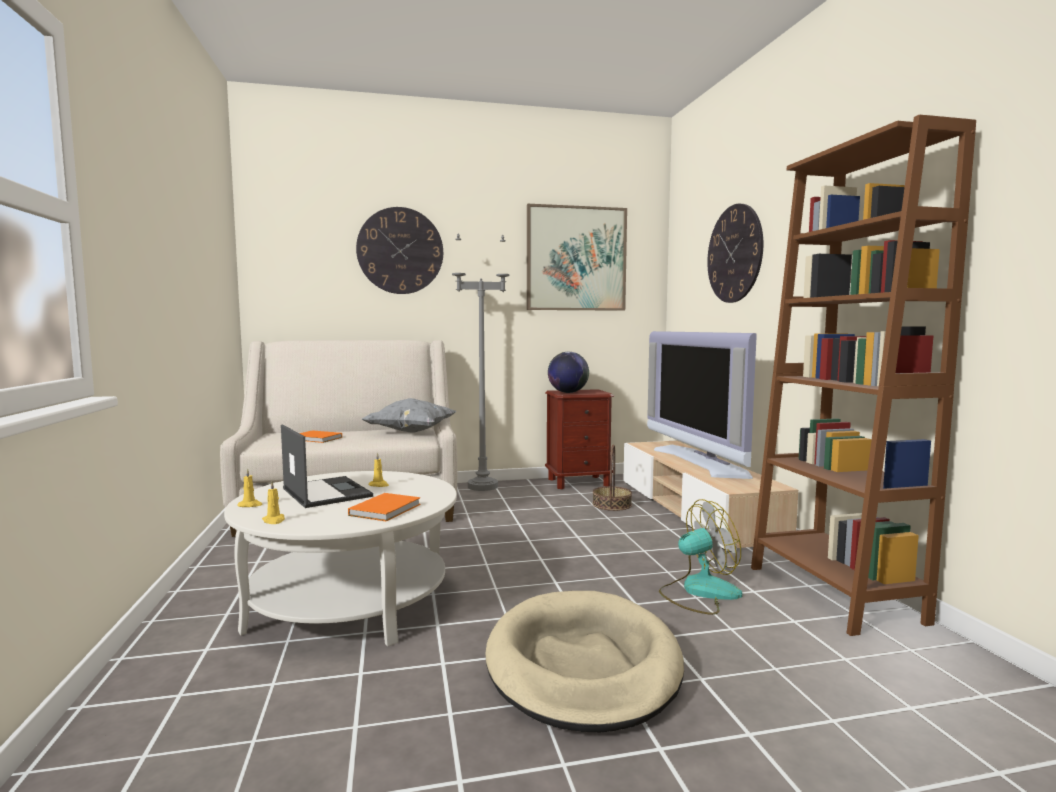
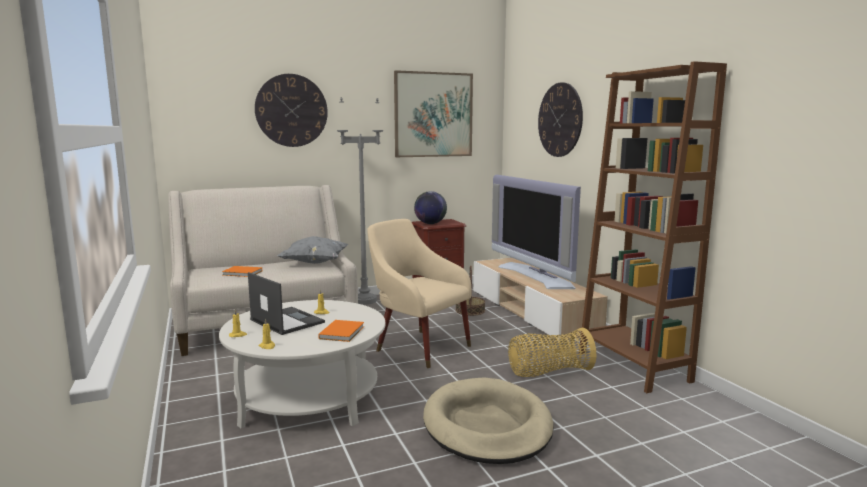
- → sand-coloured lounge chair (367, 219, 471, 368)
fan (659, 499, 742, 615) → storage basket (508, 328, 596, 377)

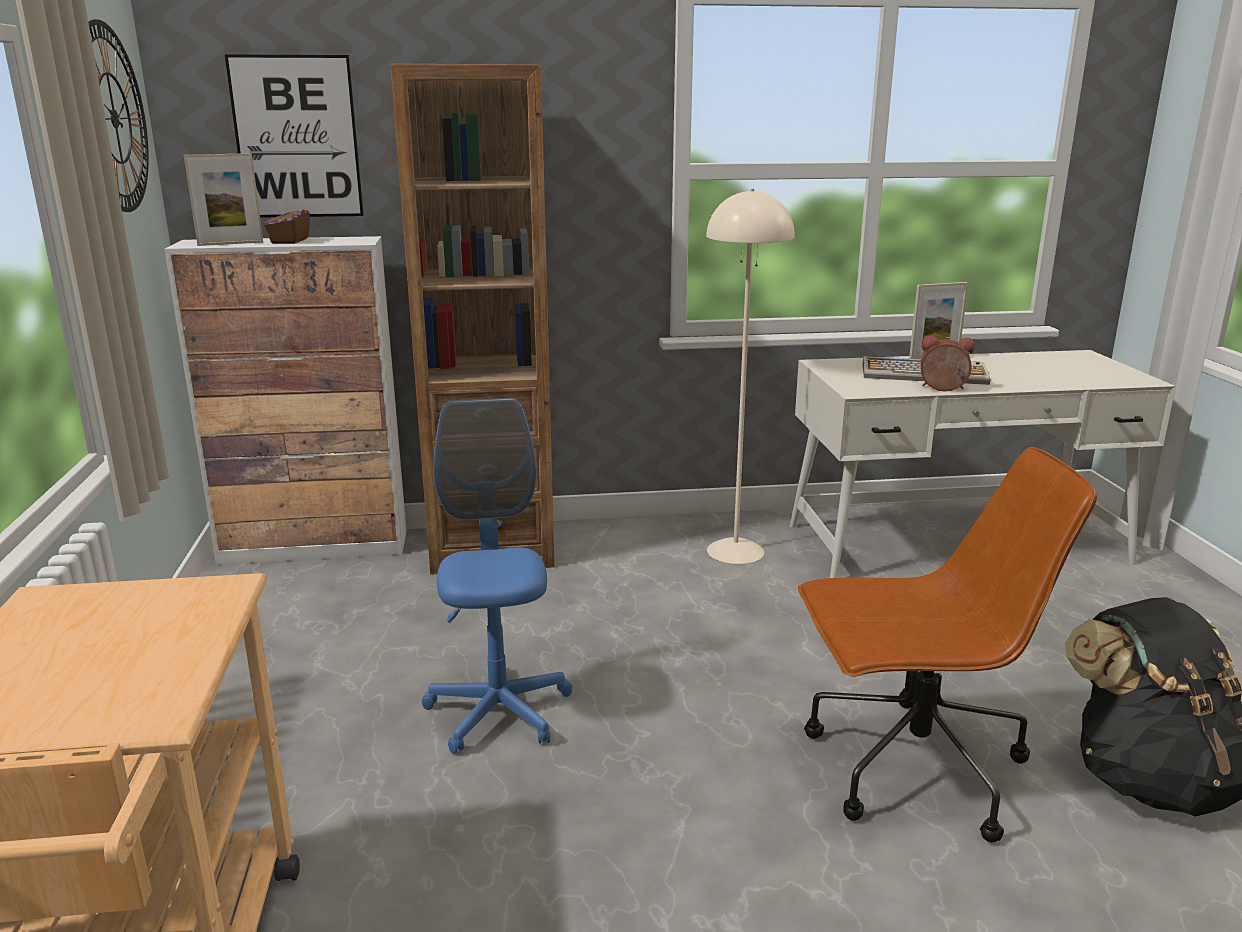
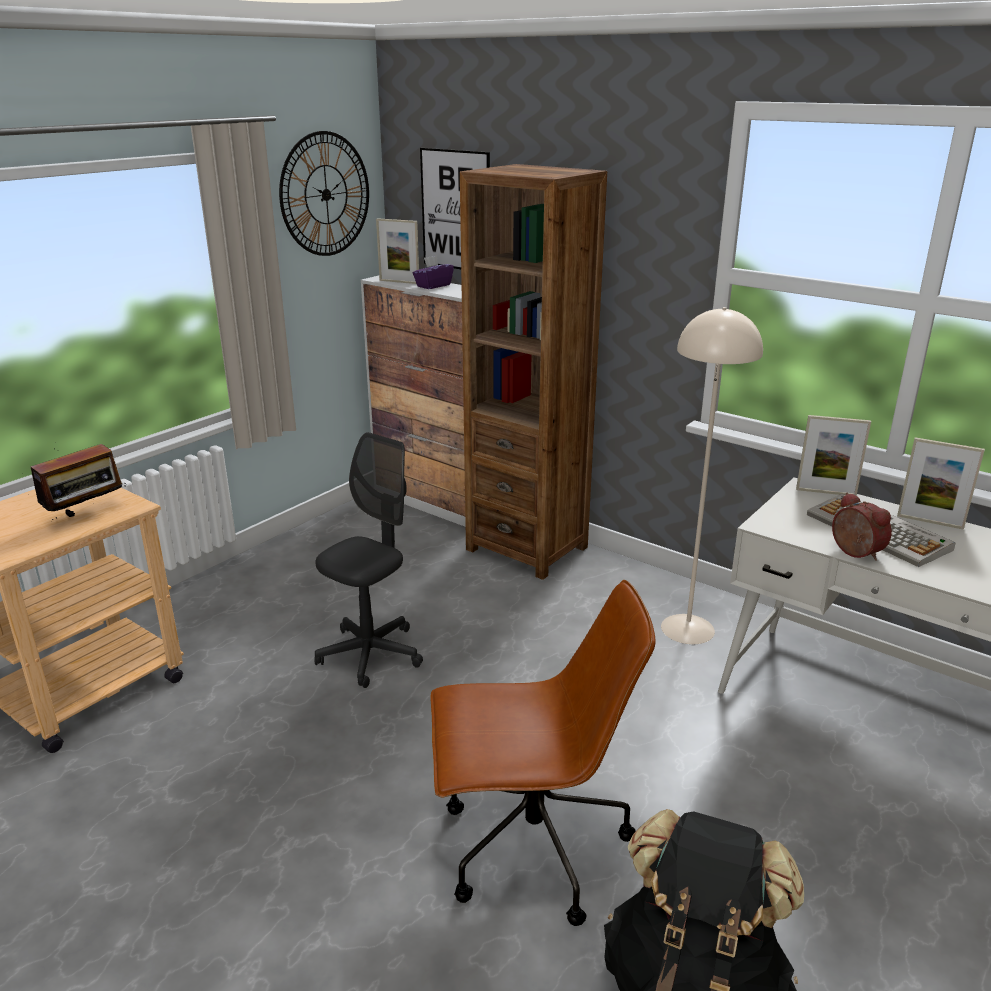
- → radio (22, 442, 126, 520)
- → standing frame (796, 415, 871, 496)
brownish tissue box (264, 200, 310, 244) → purple-coloured tissue box (413, 255, 454, 289)
bluish computer chair (422, 398, 572, 754) → gray computer chair (314, 432, 423, 688)
brownish computer chair (798, 447, 1097, 843) → brownish computer chair (430, 580, 655, 926), 45 degrees counterclockwise

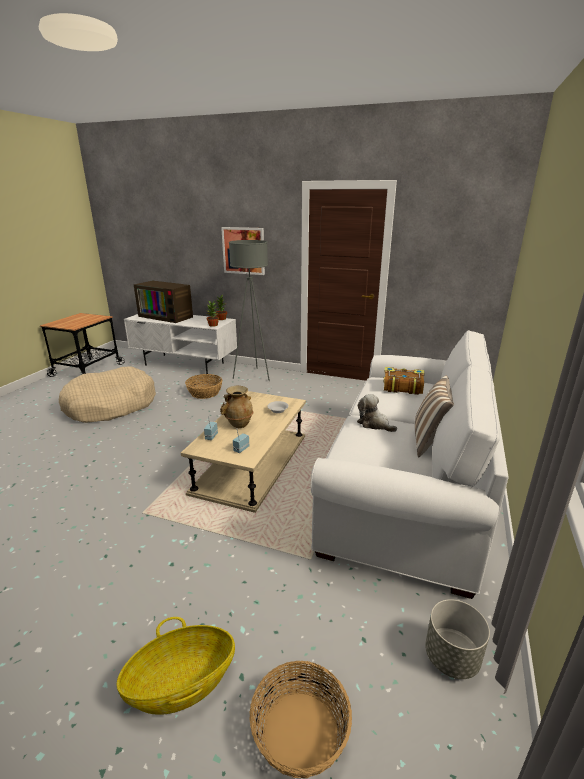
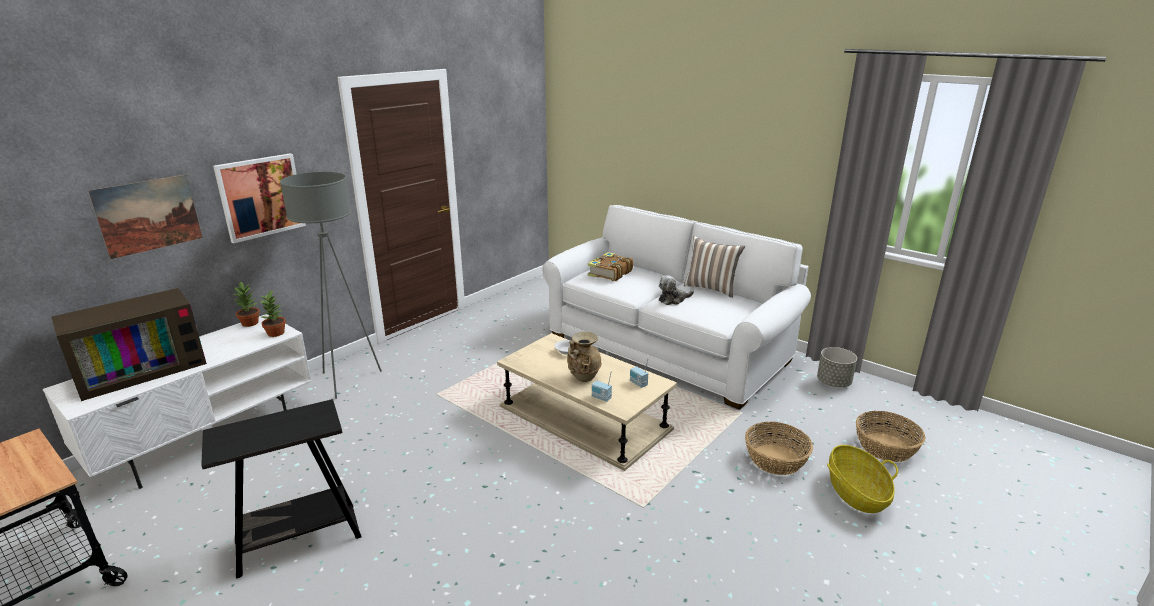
- → picture (88, 174, 202, 259)
storage basket (185, 374, 222, 399) → storage basket (745, 422, 813, 475), moved
sand-coloured dog bed (59, 366, 156, 423) → blackish accent table (201, 399, 362, 579)

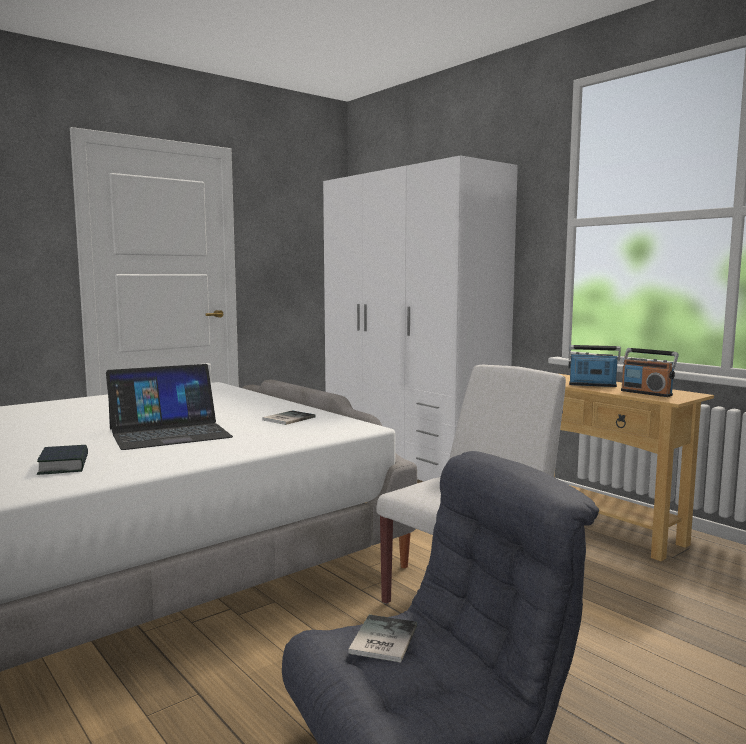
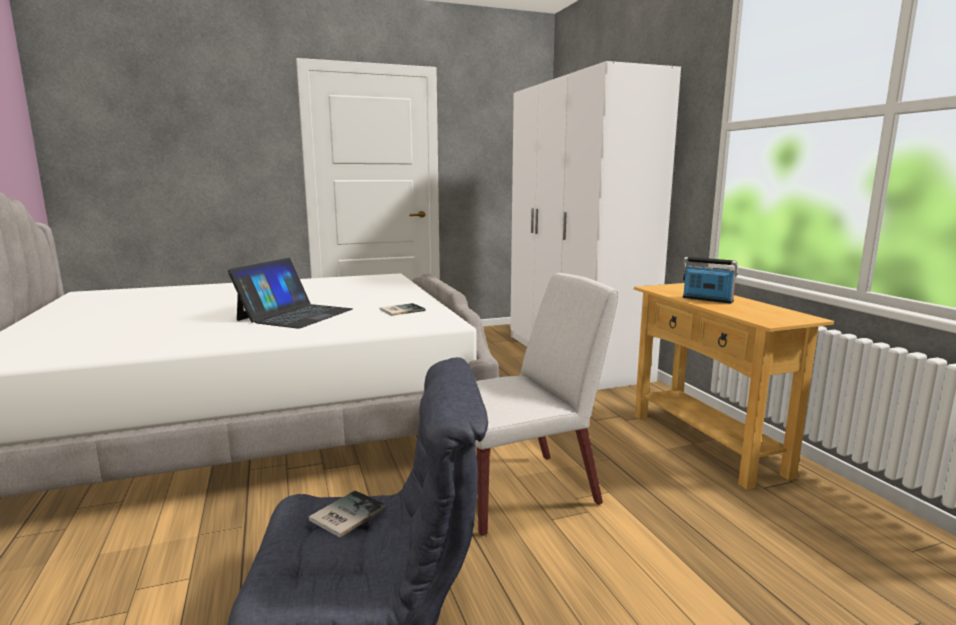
bound book (37, 445, 88, 475) → -
radio (621, 348, 679, 397) → -
laptop (106, 364, 233, 450) → laptop (228, 258, 353, 329), 60 degrees counterclockwise

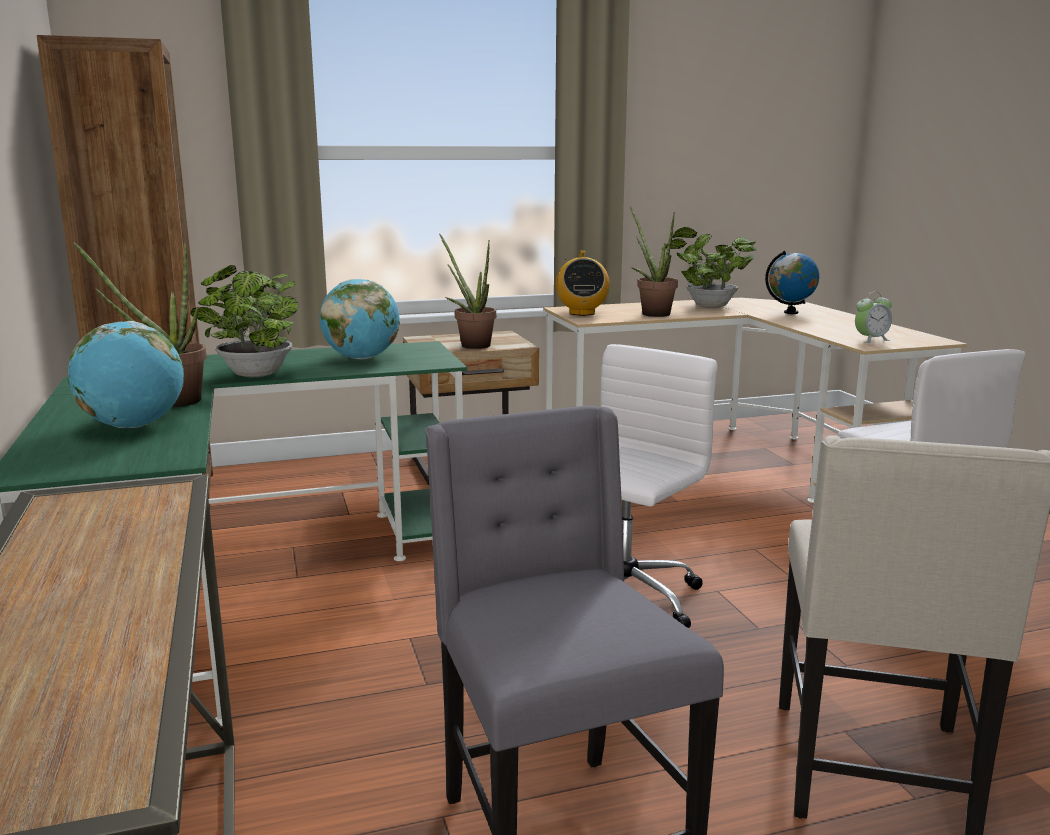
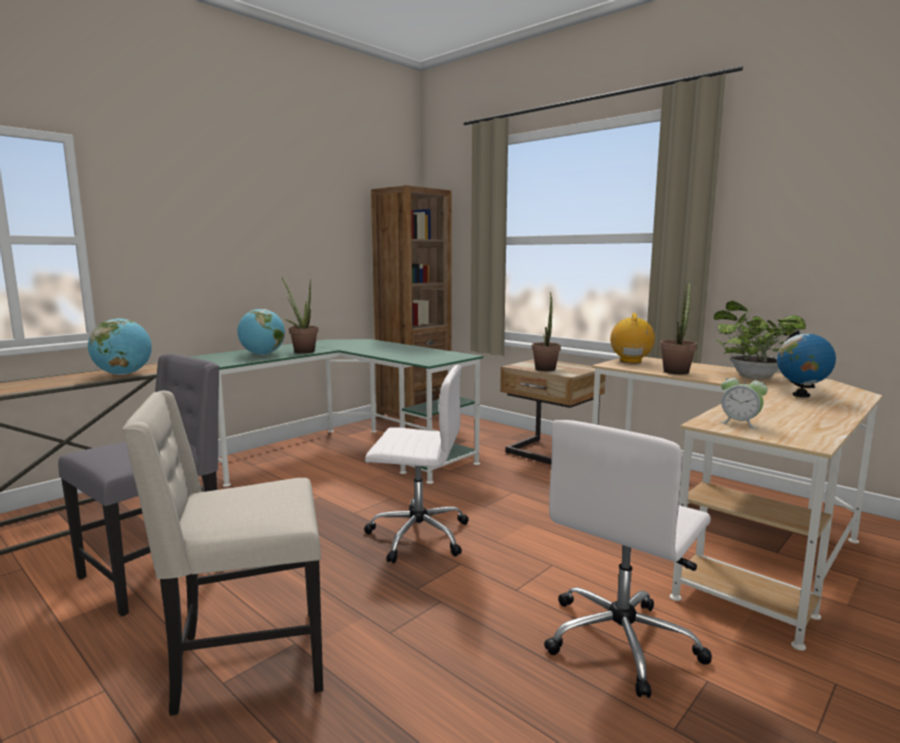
houseplant (190, 265, 298, 378) → -
world globe (319, 279, 400, 359) → world globe (88, 318, 152, 375), moved
radio (556, 251, 610, 316) → radio (610, 313, 655, 363), 135 degrees clockwise

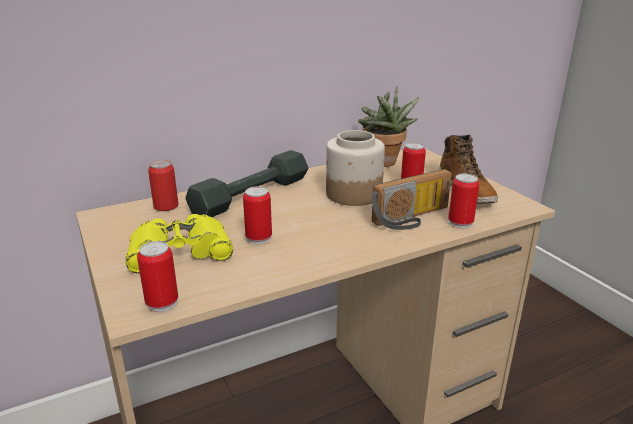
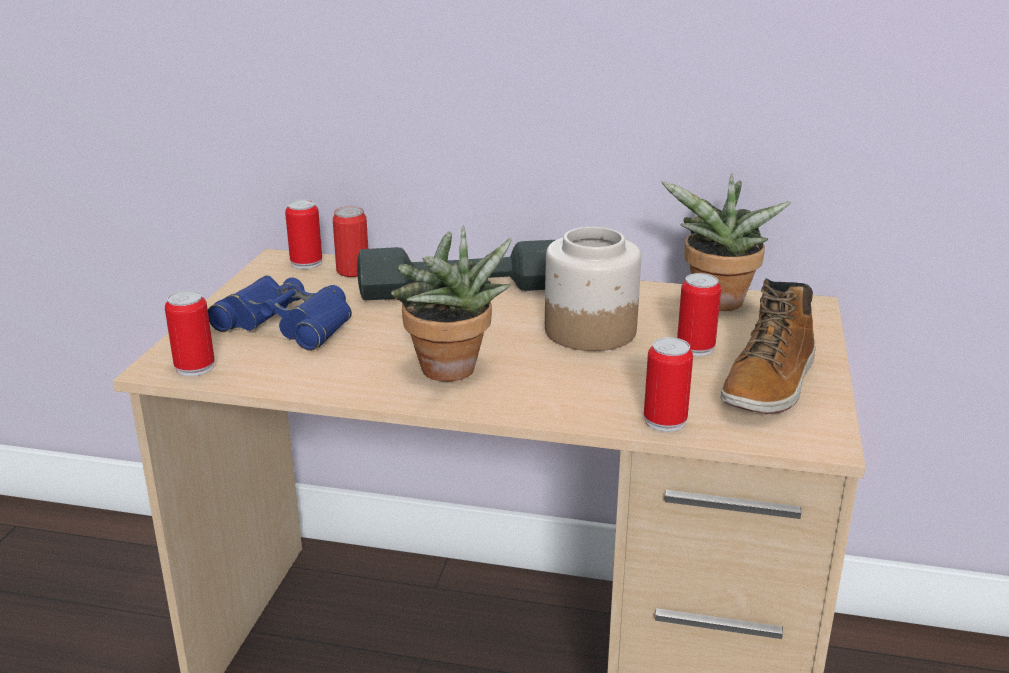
radio (372, 169, 452, 230) → -
- → houseplant (391, 225, 512, 382)
can (243, 186, 272, 244) → can (285, 199, 322, 269), moved
yellow-coloured field glasses (126, 214, 233, 273) → bluish field glasses (208, 275, 352, 351)

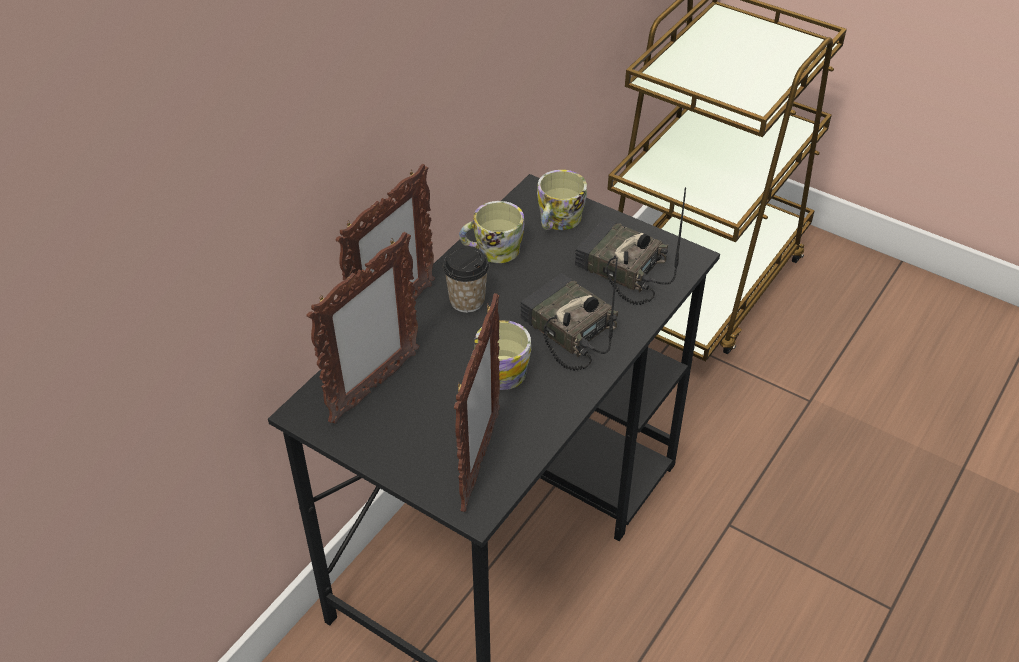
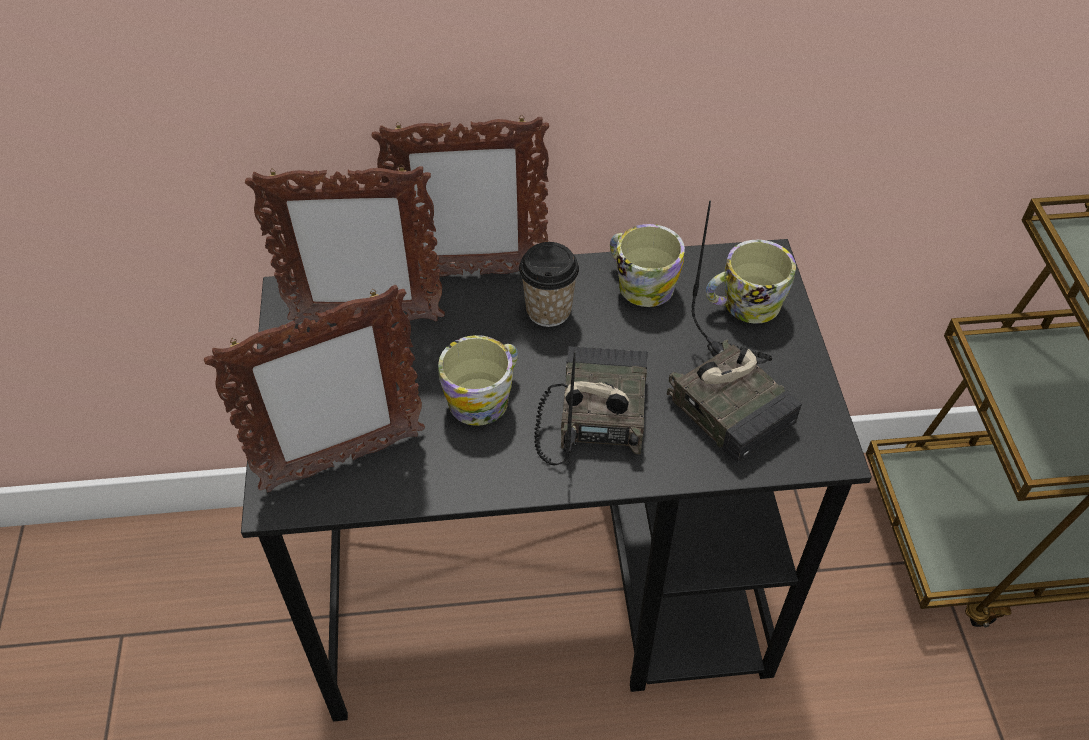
radio (575, 187, 686, 305) → radio (667, 201, 802, 463), 150 degrees clockwise

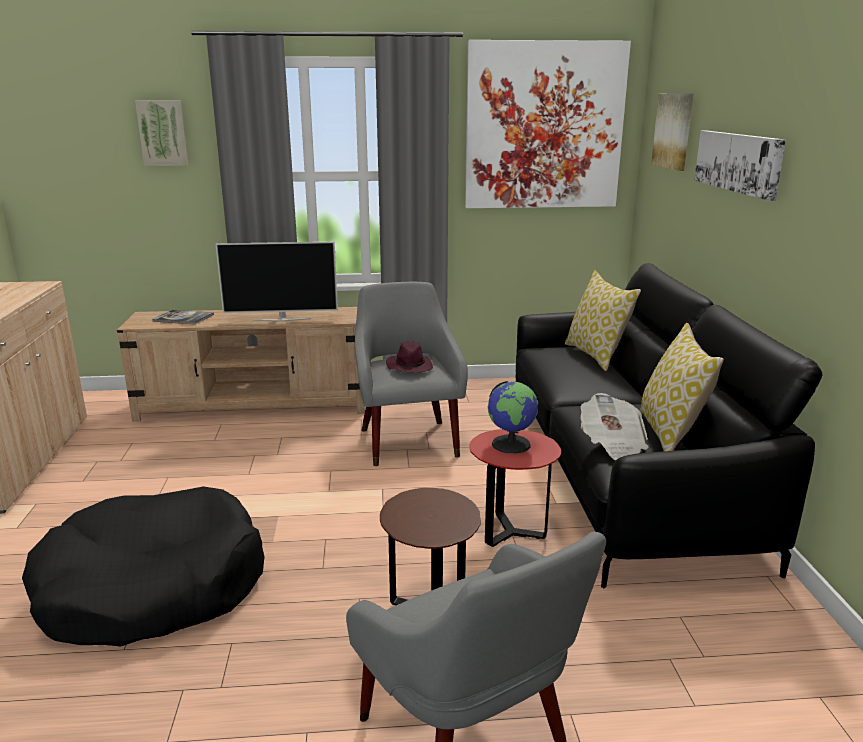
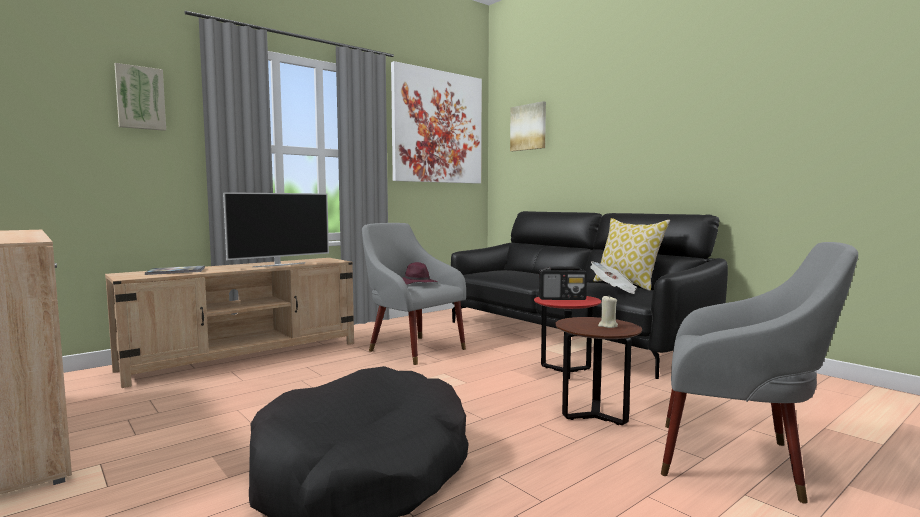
pillow (565, 270, 641, 371) → -
picture (694, 131, 786, 201) → -
- → sand-coloured wax candle (598, 295, 618, 328)
world globe (488, 381, 538, 454) → radio (539, 266, 587, 300)

